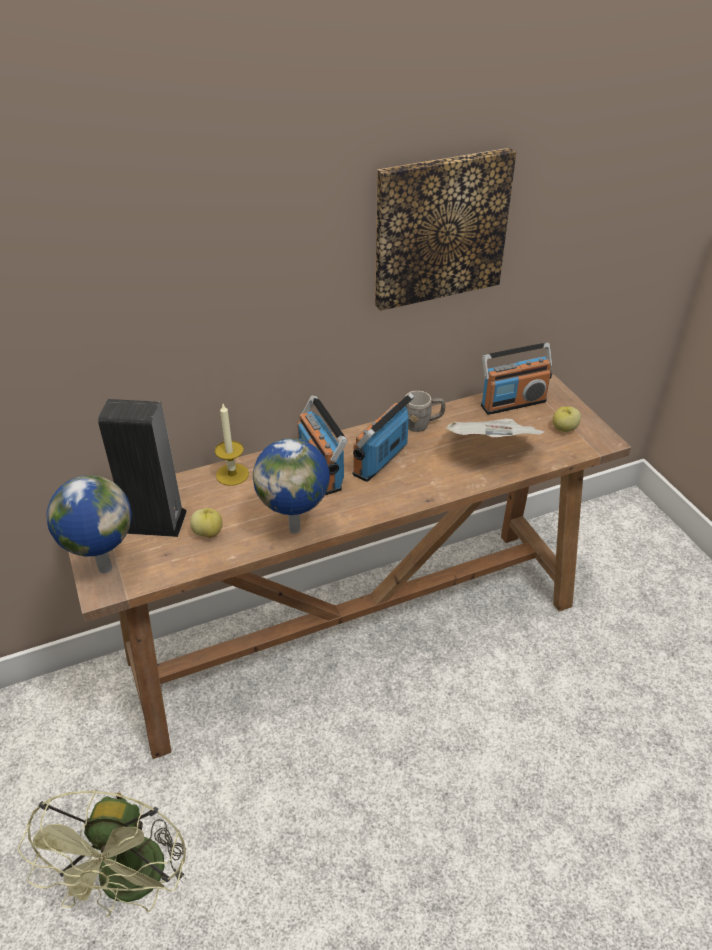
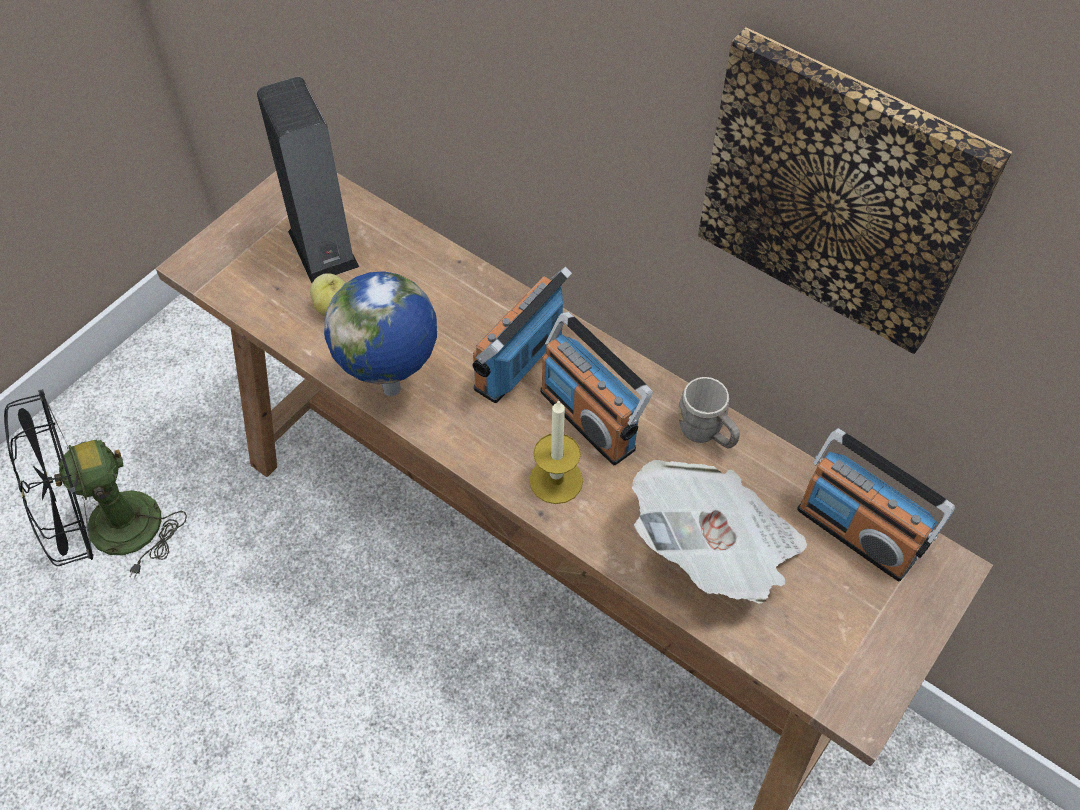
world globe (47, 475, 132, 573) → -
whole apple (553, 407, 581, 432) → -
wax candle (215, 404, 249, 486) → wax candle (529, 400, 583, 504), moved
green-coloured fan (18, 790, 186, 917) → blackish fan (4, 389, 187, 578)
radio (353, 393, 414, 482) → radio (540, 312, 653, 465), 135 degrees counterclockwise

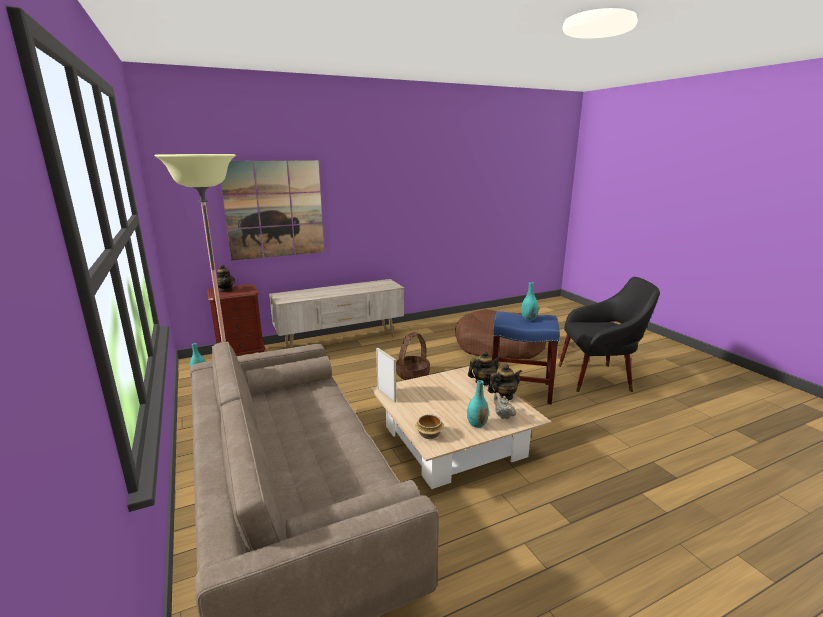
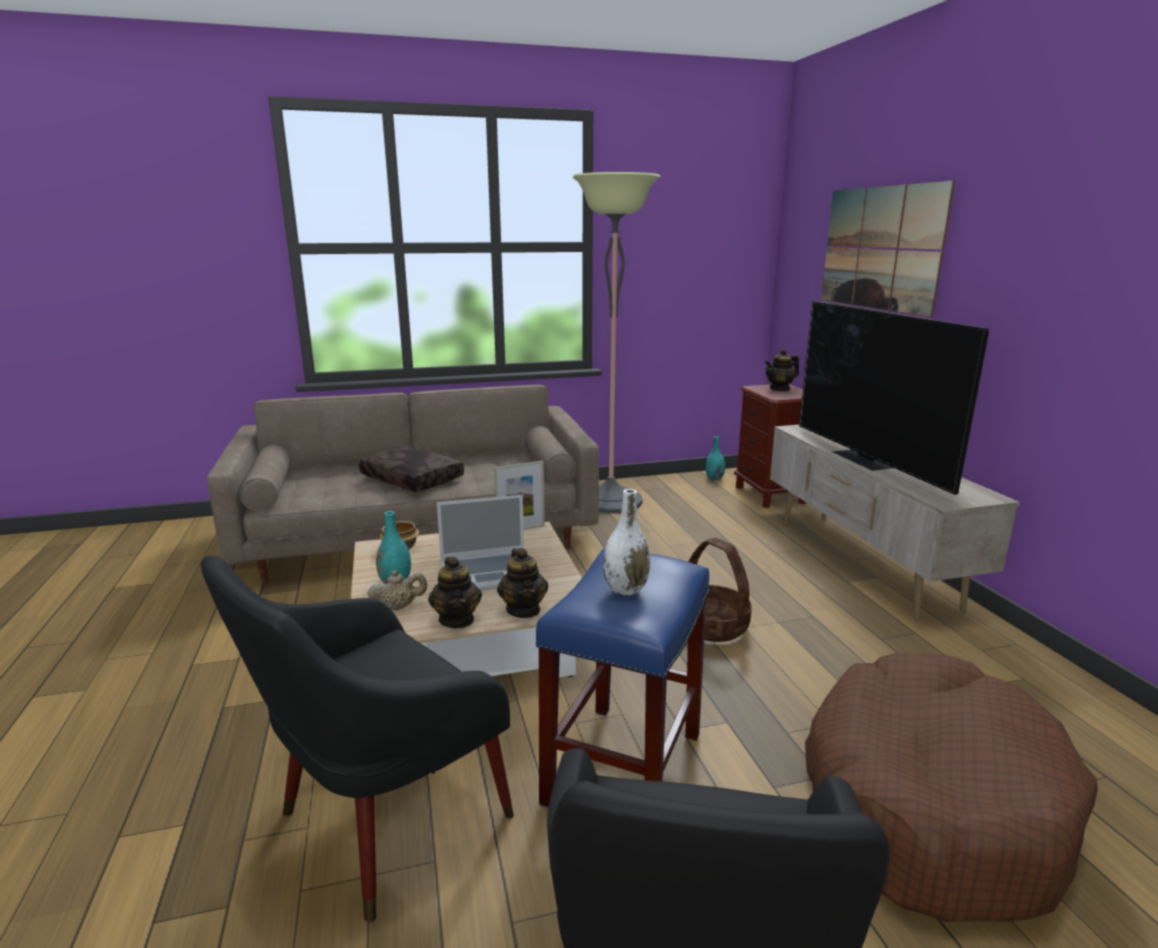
- → blackish lounge chair (201, 555, 514, 923)
- → brownish pillow (359, 446, 464, 492)
- → laptop (437, 495, 524, 591)
- → TV set (799, 301, 989, 495)
turquoise-coloured flower vase (521, 282, 539, 320) → white flower vase (603, 489, 650, 595)

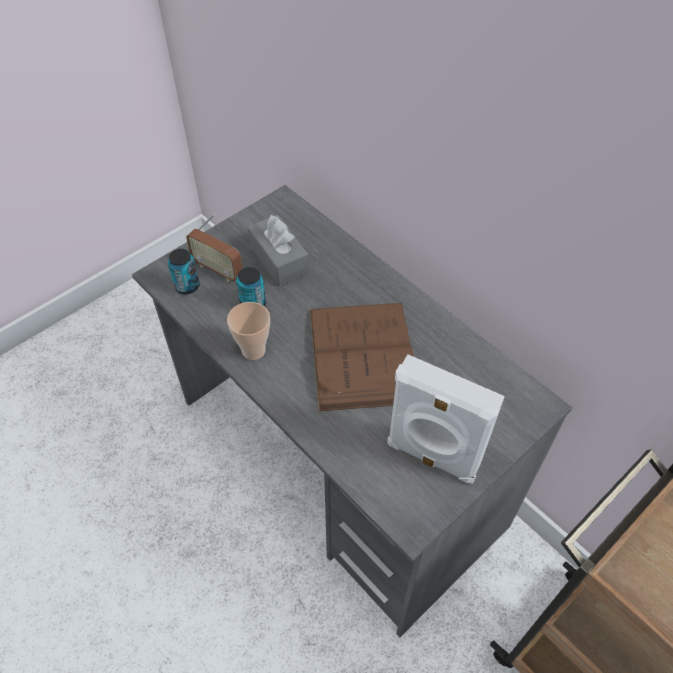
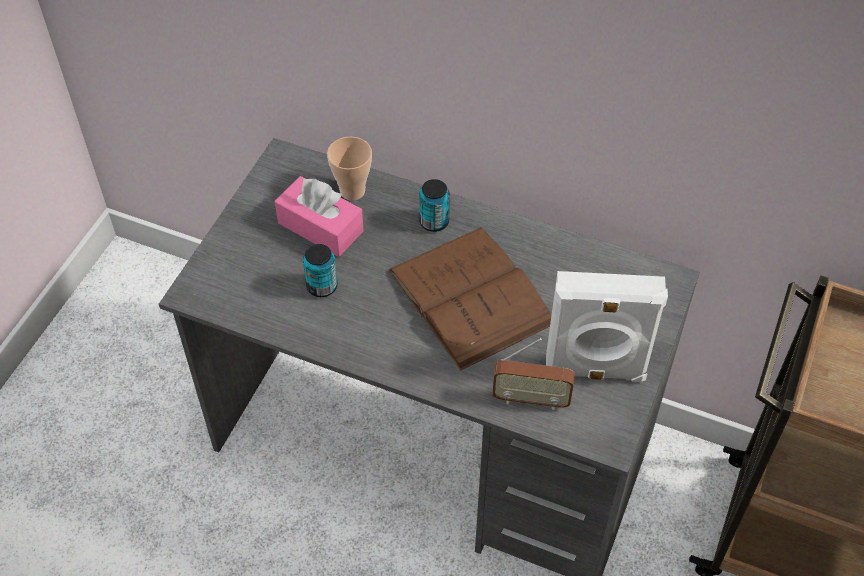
can (168, 249, 200, 294) → can (419, 179, 450, 232), moved
radio (186, 214, 242, 282) → radio (492, 338, 575, 410), moved
small cup (227, 302, 270, 360) → small cup (327, 137, 372, 200), moved
gray tissue box (248, 215, 309, 287) → pink-coloured tissue box (275, 176, 364, 257)

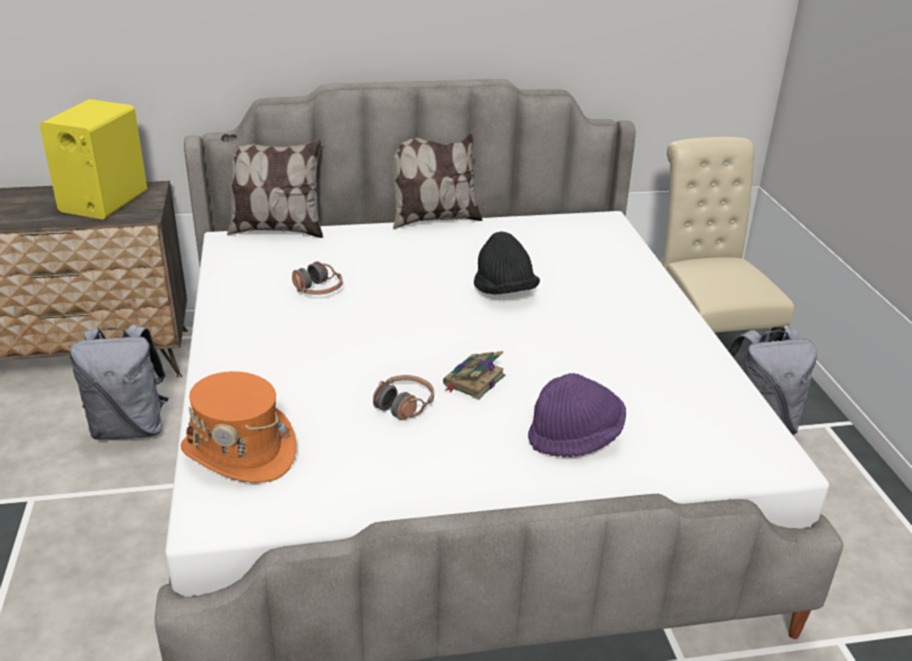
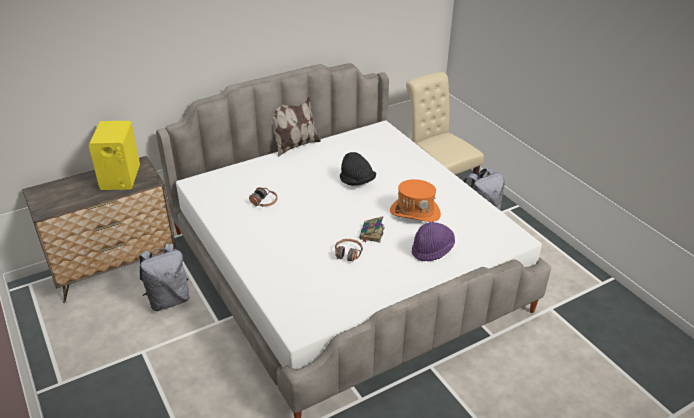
pillow (221, 134, 323, 238) → -
orangey clothing hat (181, 371, 296, 483) → orangey clothing hat (390, 179, 441, 222), moved

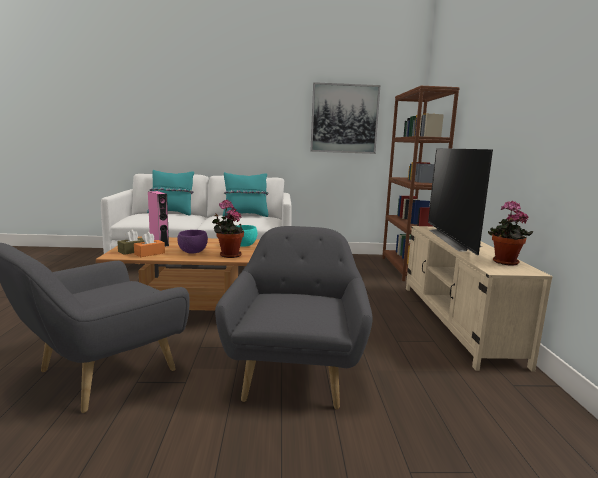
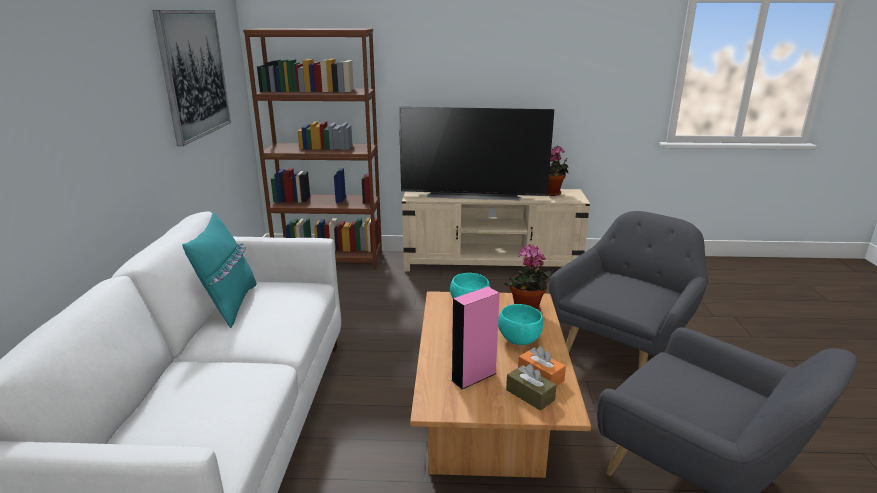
turquoise-coloured pillow (147, 170, 194, 216) → -
purple-coloured bowl (177, 230, 208, 254) → turquoise-coloured bowl (498, 304, 543, 345)
gray lounge chair (215, 226, 373, 409) → gray lounge chair (549, 211, 708, 369), 120 degrees clockwise

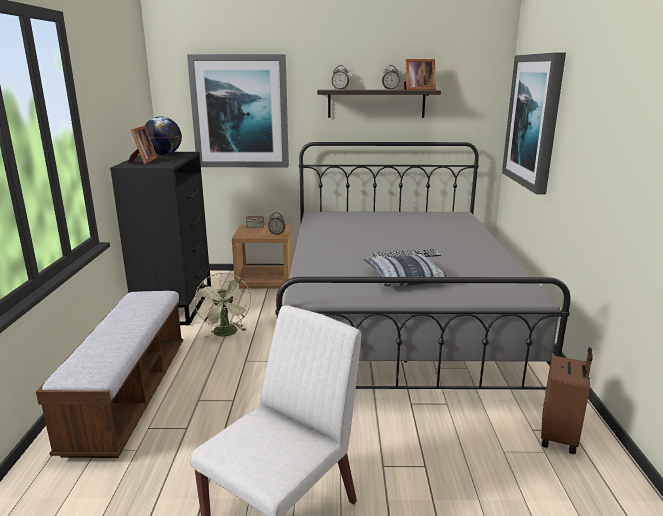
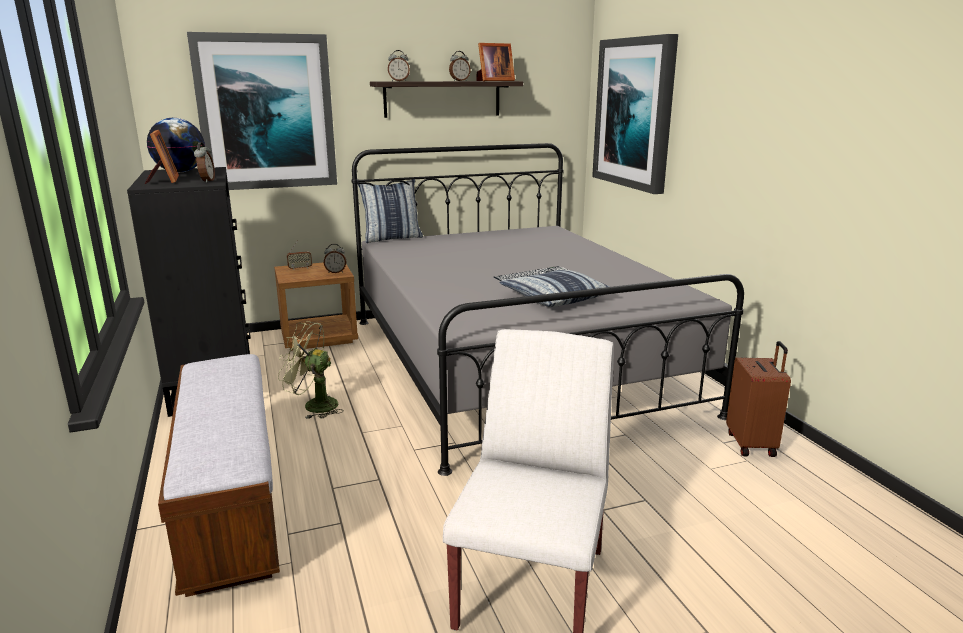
- → bedside clock (194, 142, 215, 183)
- → pillow (358, 179, 423, 243)
green-coloured fan (194, 273, 251, 338) → green-coloured fan (278, 321, 343, 419), 135 degrees clockwise

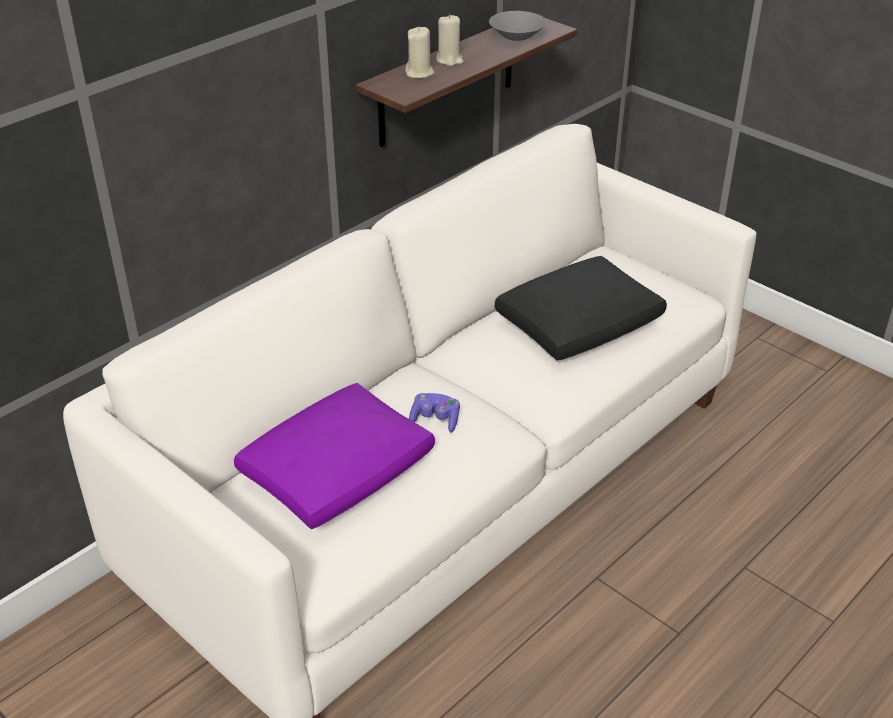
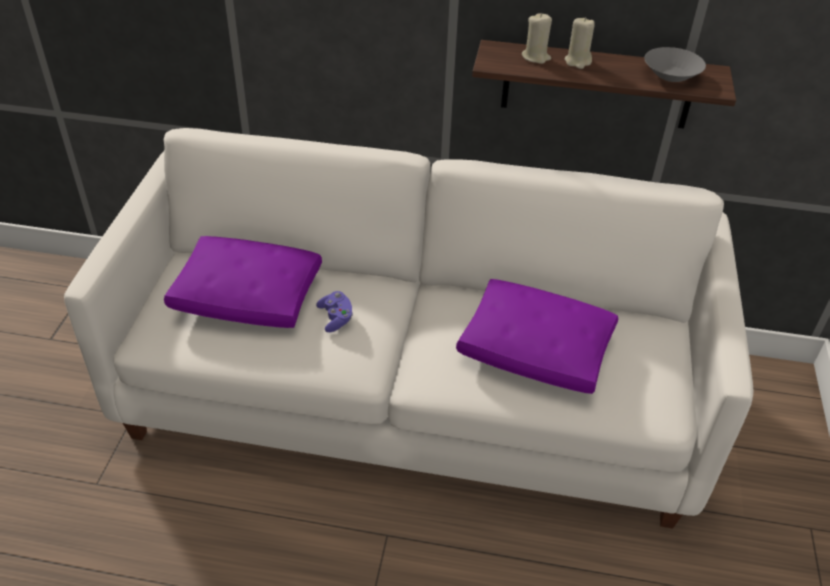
blackish pillow (495, 256, 667, 360) → purple-coloured pillow (456, 279, 618, 394)

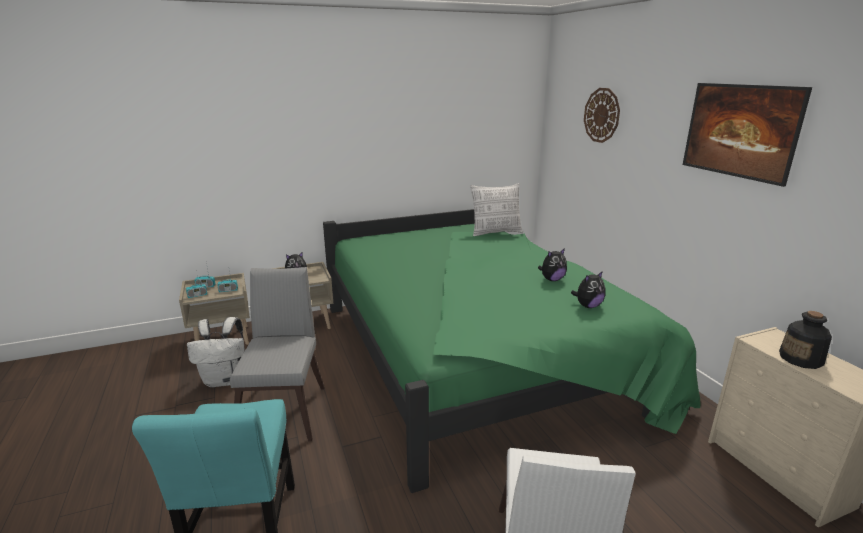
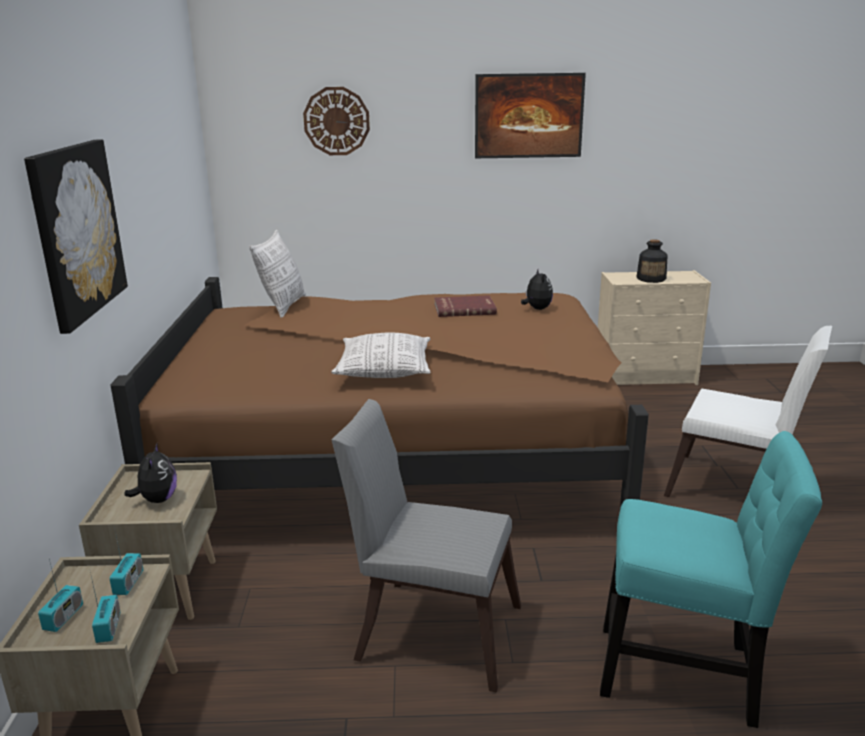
white rucksack (187, 317, 245, 387) → -
- → picture (24, 139, 128, 334)
- → pillow (331, 333, 431, 378)
cuddly toy (538, 248, 567, 281) → red-coloured bound book (434, 295, 497, 317)
green-coloured bed (323, 209, 700, 493) → brownish bed (110, 277, 649, 508)

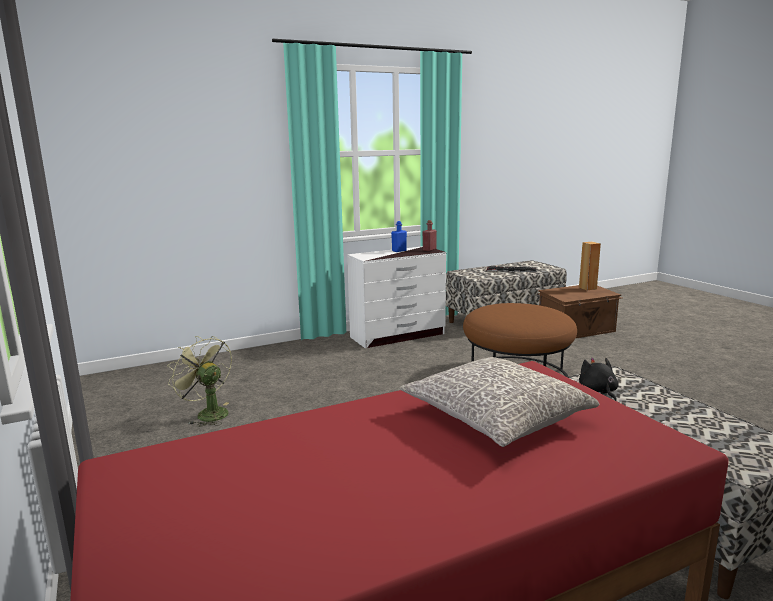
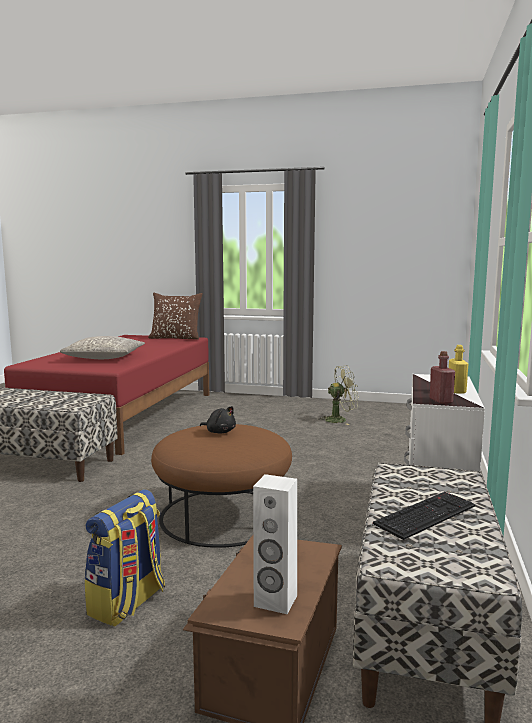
- → rucksack (85, 489, 165, 627)
- → brownish pillow (148, 293, 203, 340)
blackish cuddly toy (579, 358, 619, 401) → blackish cuddly toy (200, 406, 236, 434), moved
bluish beverage bottle (391, 221, 407, 252) → yellow-coloured beverage bottle (449, 345, 468, 394)
brownish speaker (579, 242, 601, 290) → white speaker (253, 474, 297, 614)

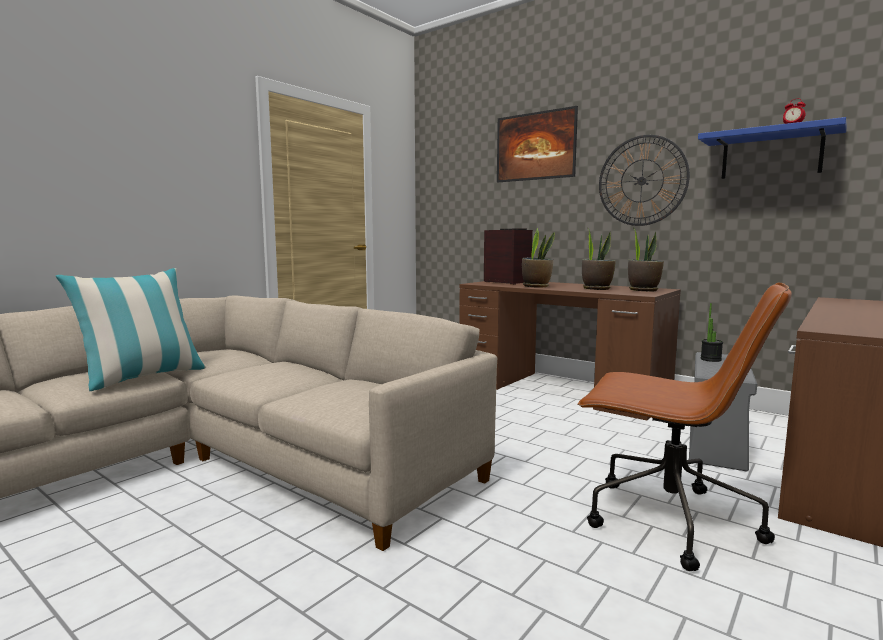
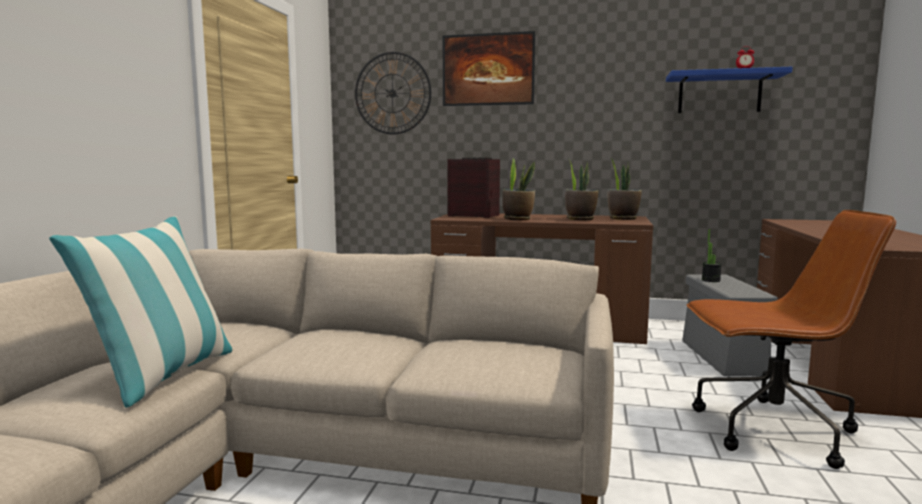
clock on the wall (599, 135, 690, 226) → clock on the wall (355, 52, 431, 135), moved

